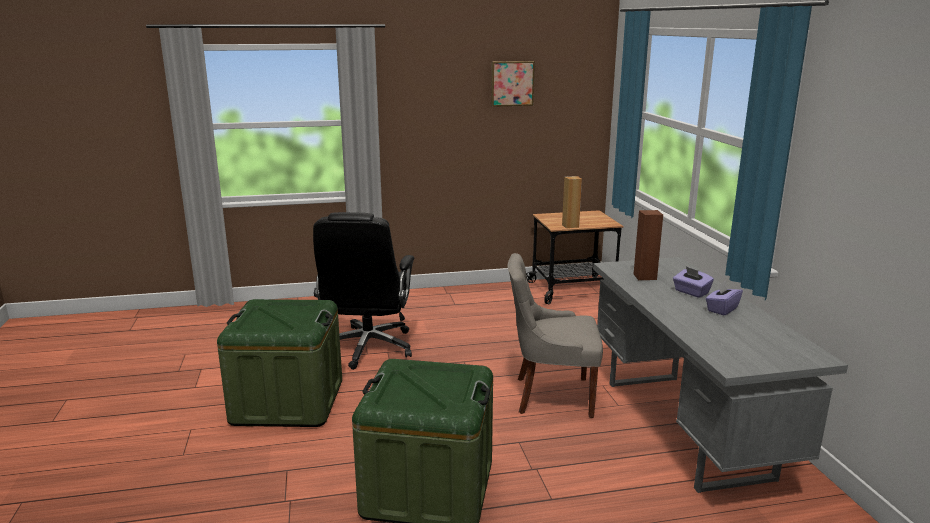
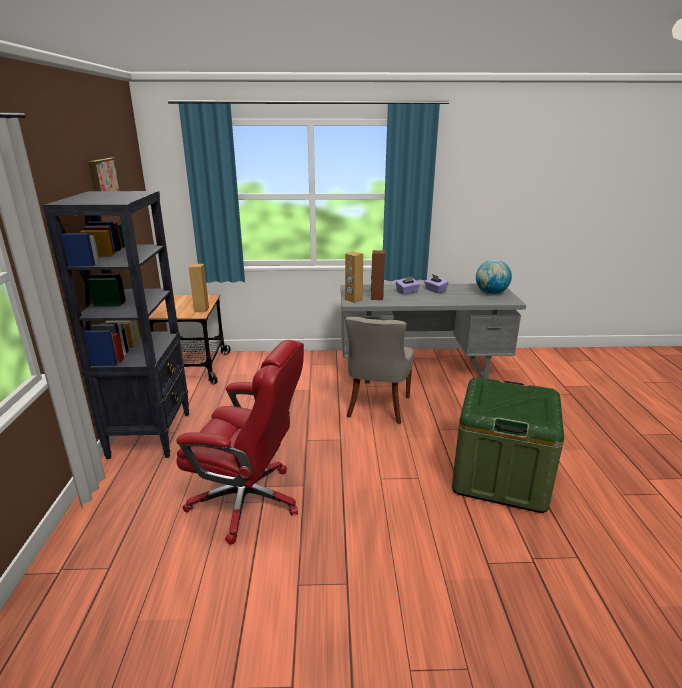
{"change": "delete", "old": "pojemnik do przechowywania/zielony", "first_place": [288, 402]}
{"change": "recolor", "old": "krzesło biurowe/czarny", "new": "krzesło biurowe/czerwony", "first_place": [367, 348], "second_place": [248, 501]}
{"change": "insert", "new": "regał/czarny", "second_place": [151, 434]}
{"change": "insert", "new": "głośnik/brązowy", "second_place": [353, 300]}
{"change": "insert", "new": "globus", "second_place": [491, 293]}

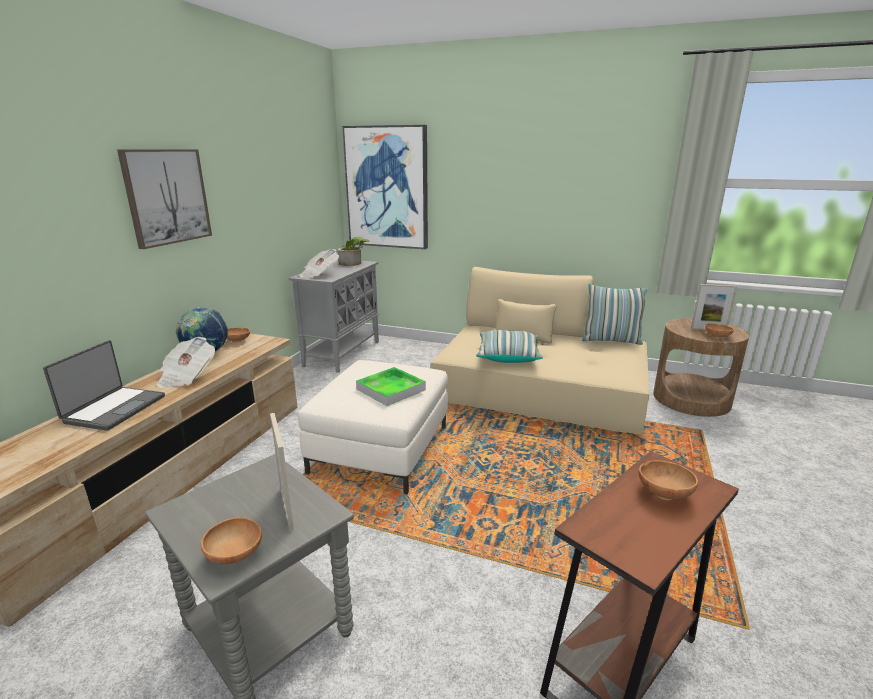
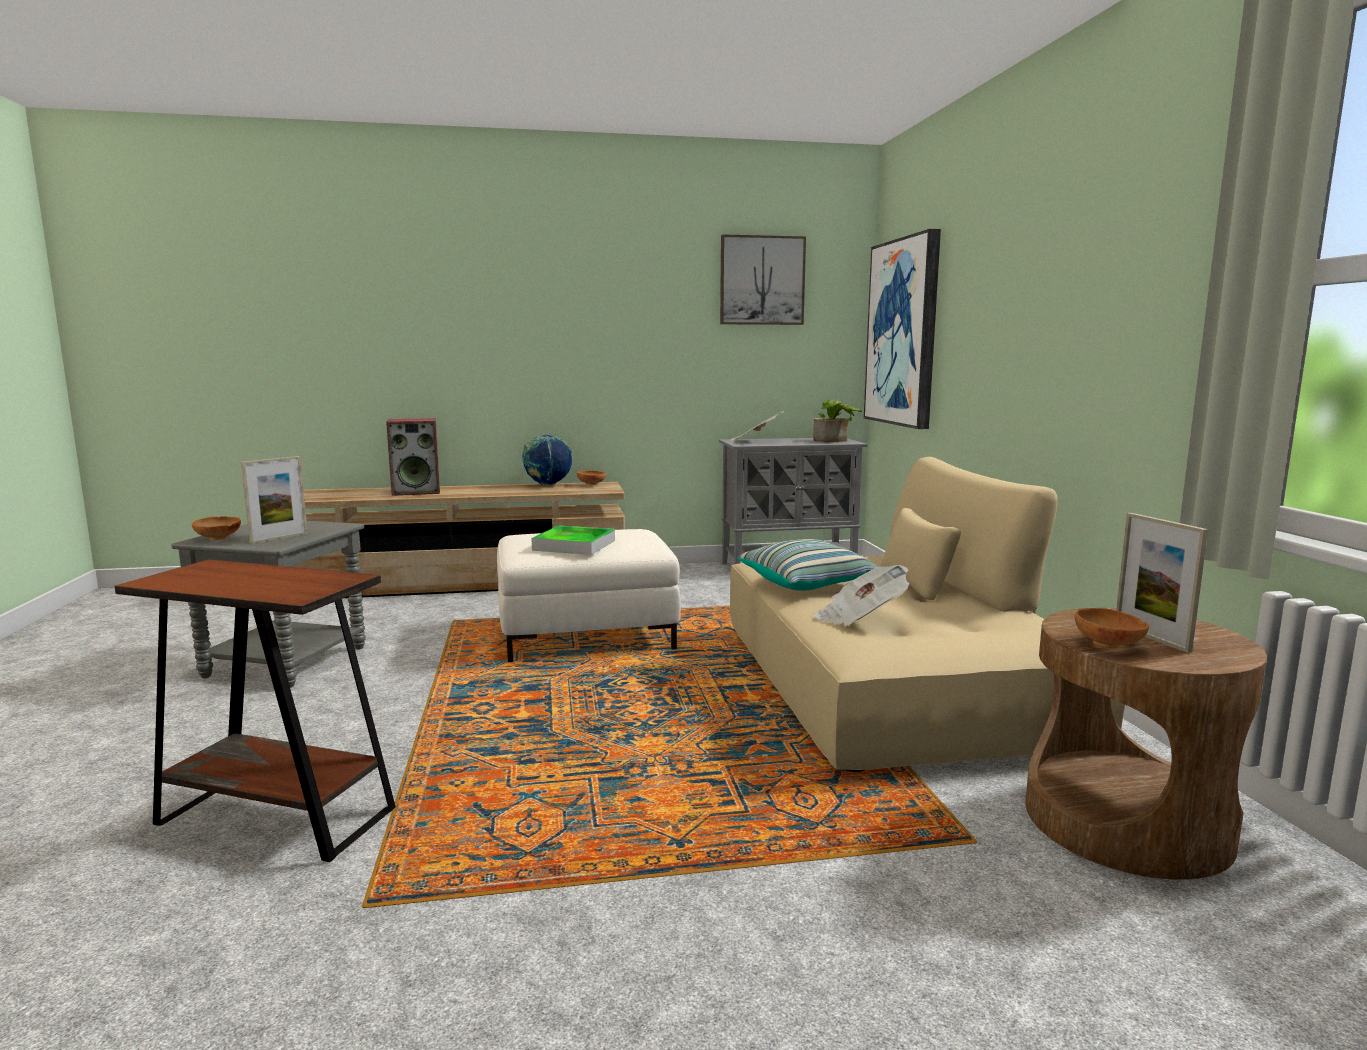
{"change": "replace", "old": "laptop", "new": "głośnik", "first_place": [114, 409], "second_place": [417, 491]}
{"change": "move", "old": "obraz", "first_place": [167, 196], "second_place": [762, 280]}
{"change": "move", "old": "gazeta", "first_place": [187, 377], "second_place": [860, 618]}
{"change": "delete", "old": "poduszka", "first_place": [611, 341]}
{"change": "delete", "old": "miska/brązowy", "first_place": [664, 493]}

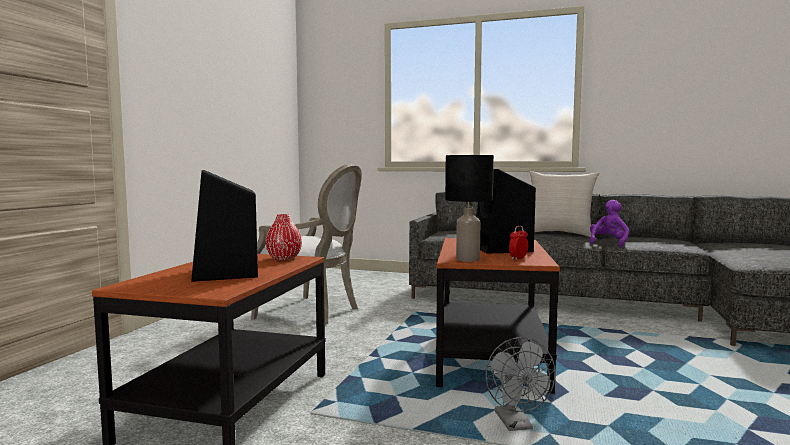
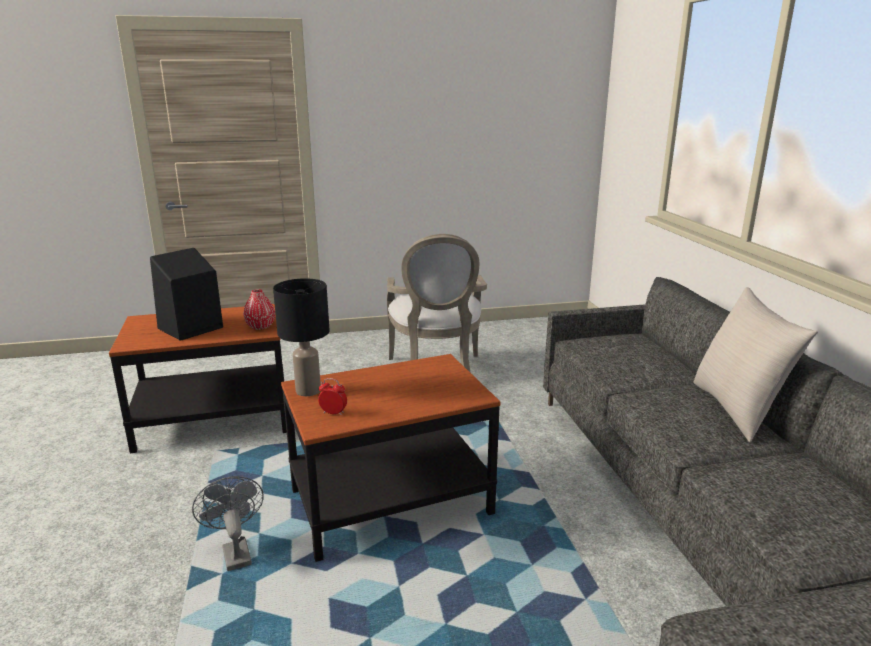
{"change": "delete", "old": "głośnik/czarny", "first_place": [503, 249]}
{"change": "rotate", "old": "wentylator/szary", "first_place": [516, 425], "second_place": [235, 552], "degrees": 105}
{"change": "delete", "old": "pluszak/fioletowy", "first_place": [608, 243]}

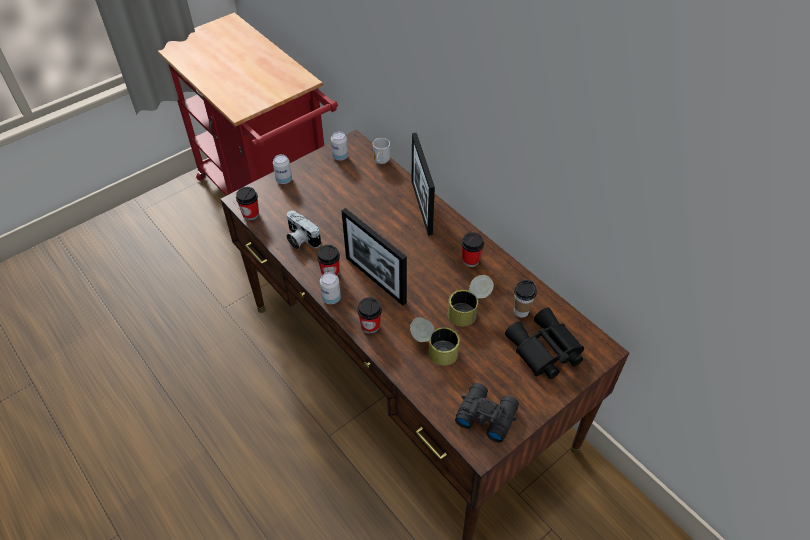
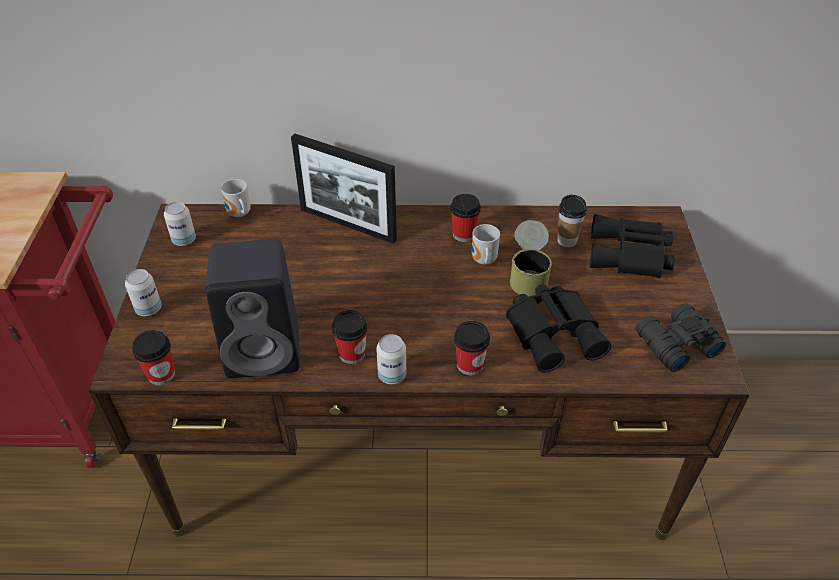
{"change": "replace", "old": "aparat fotograficzny", "new": "głośnik/czarny", "first_place": [300, 239], "second_place": [266, 350]}
{"change": "delete", "old": "ramka na zdjęcie", "first_place": [375, 280]}
{"change": "replace", "old": "puszka", "new": "lornetka/czarny", "first_place": [434, 350], "second_place": [555, 332]}
{"change": "insert", "new": "kubek", "second_place": [483, 261]}

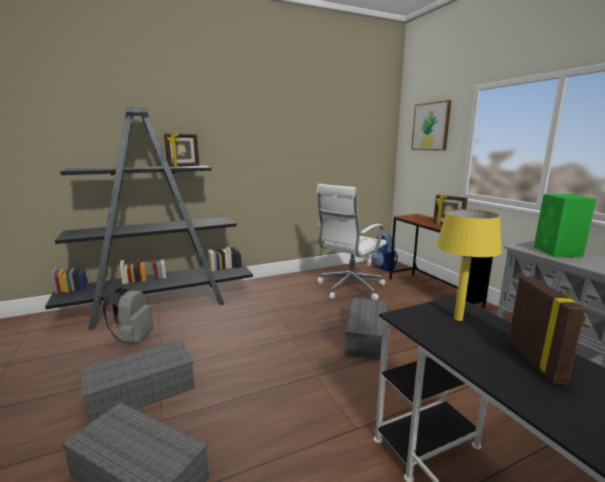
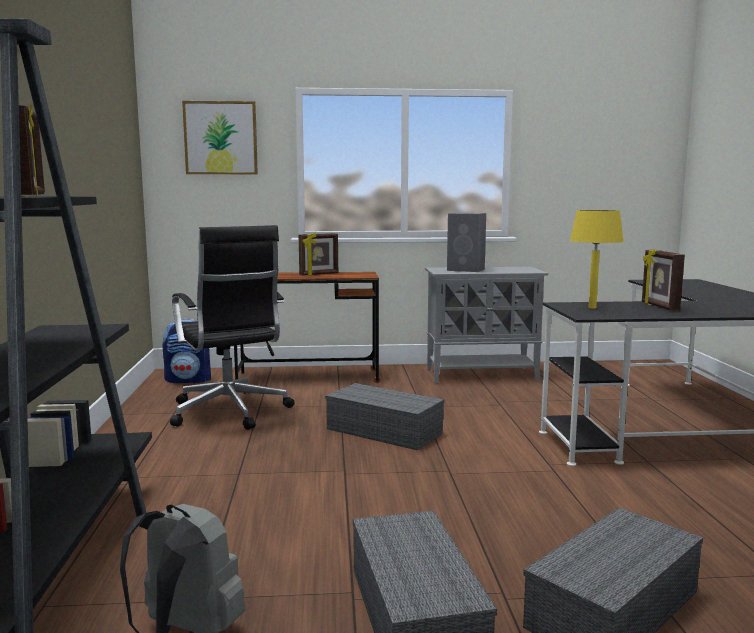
{"change": "recolor", "old": "krzesło biurowe/biały", "new": "krzesło biurowe/czarny", "first_place": [349, 288], "second_place": [230, 412]}
{"change": "rotate", "old": "ramka na zdjęcie", "first_place": [536, 360], "second_place": [659, 306], "degrees": -120}
{"change": "recolor", "old": "głośnik/zielony", "new": "głośnik/szary", "first_place": [558, 252], "second_place": [467, 269]}

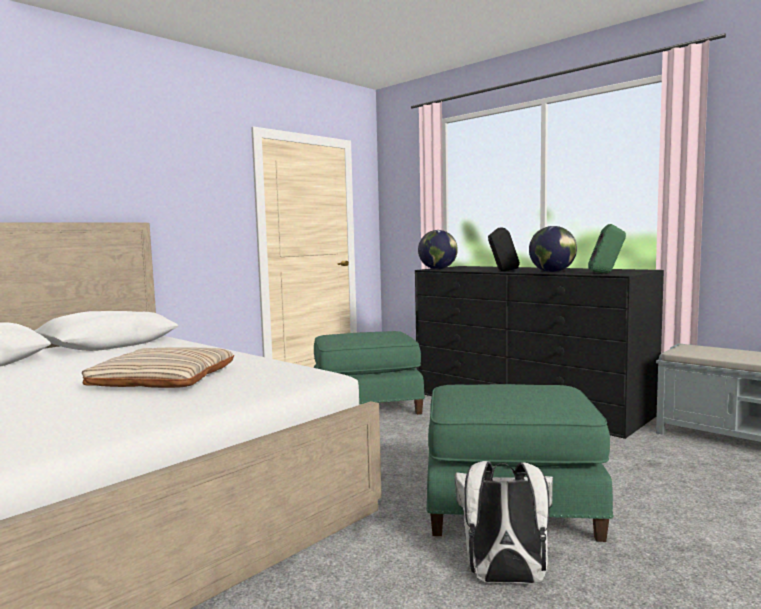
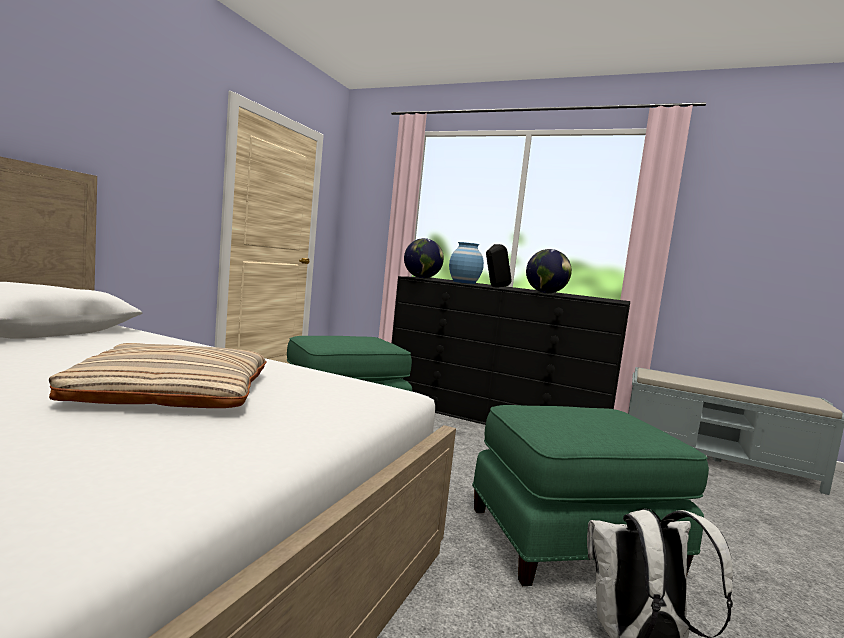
{"change": "delete", "old": "głośnik/zielony", "first_place": [606, 273]}
{"change": "insert", "new": "wazon/niebieski", "second_place": [463, 282]}

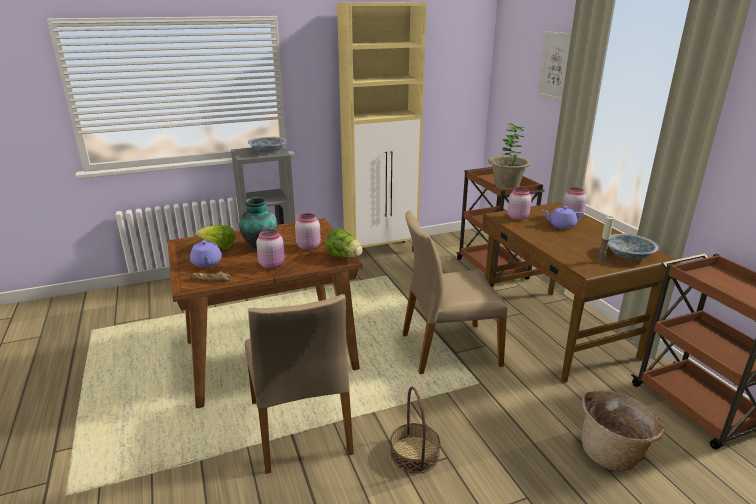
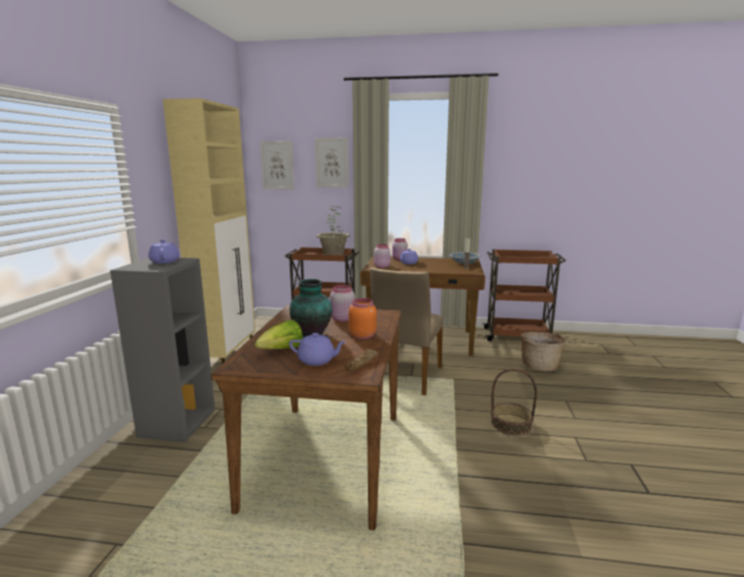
{"change": "delete", "old": "krzesło/beżowy", "first_place": [302, 427]}
{"change": "replace", "old": "miska", "new": "imbryk/fioletowy", "first_place": [268, 151], "second_place": [165, 261]}
{"change": "recolor", "old": "słoik/różowy", "new": "słoik/pomarańczowy", "first_place": [272, 265], "second_place": [362, 336]}
{"change": "delete", "old": "sałata", "first_place": [344, 257]}
{"change": "insert", "new": "obraz", "second_place": [277, 165]}

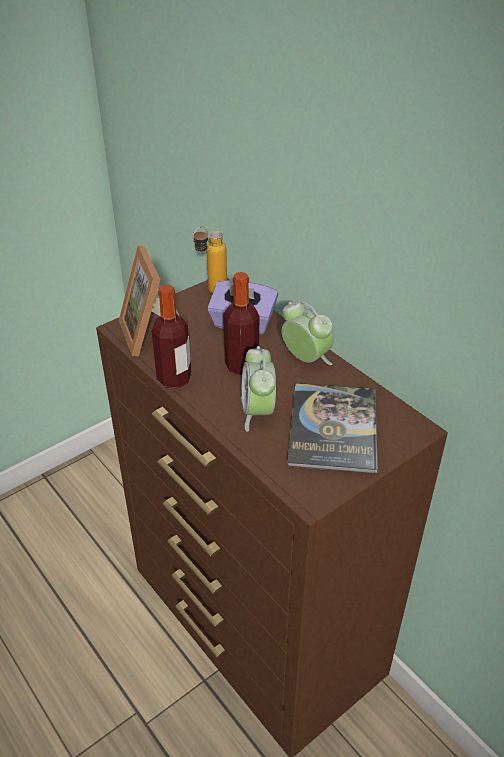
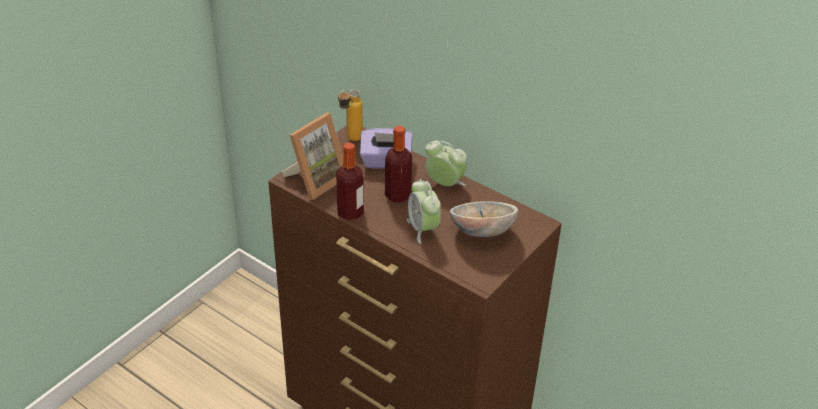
{"change": "rotate", "old": "ramka na zdjęcie", "first_place": [150, 333], "second_place": [315, 180], "degrees": -105}
{"change": "replace", "old": "książka", "new": "miska", "first_place": [333, 428], "second_place": [481, 232]}

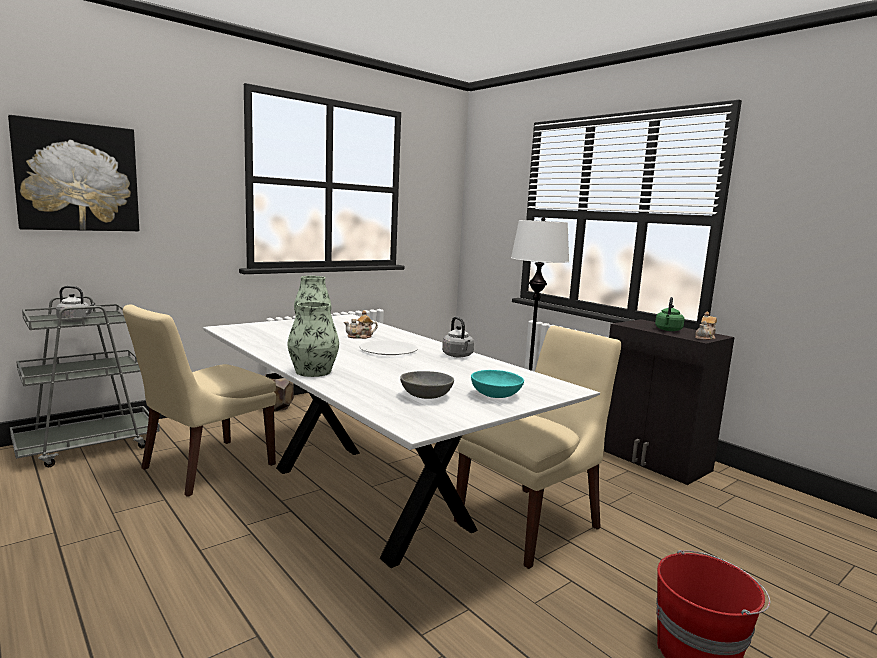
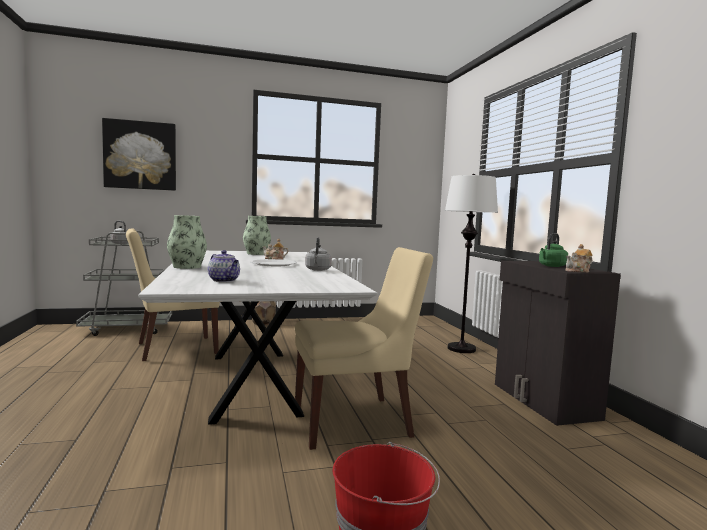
{"change": "replace", "old": "miska/szary", "new": "imbryk", "first_place": [426, 396], "second_place": [224, 280]}
{"change": "delete", "old": "miska/turkusowy", "first_place": [496, 396]}

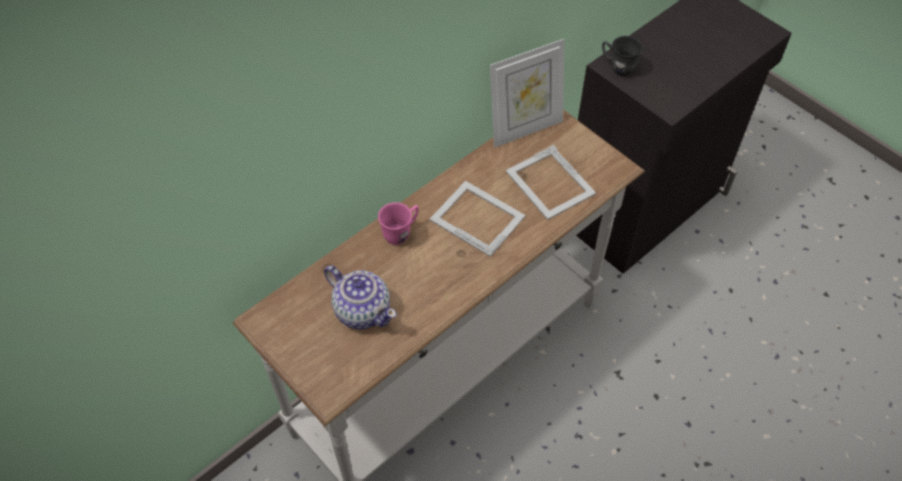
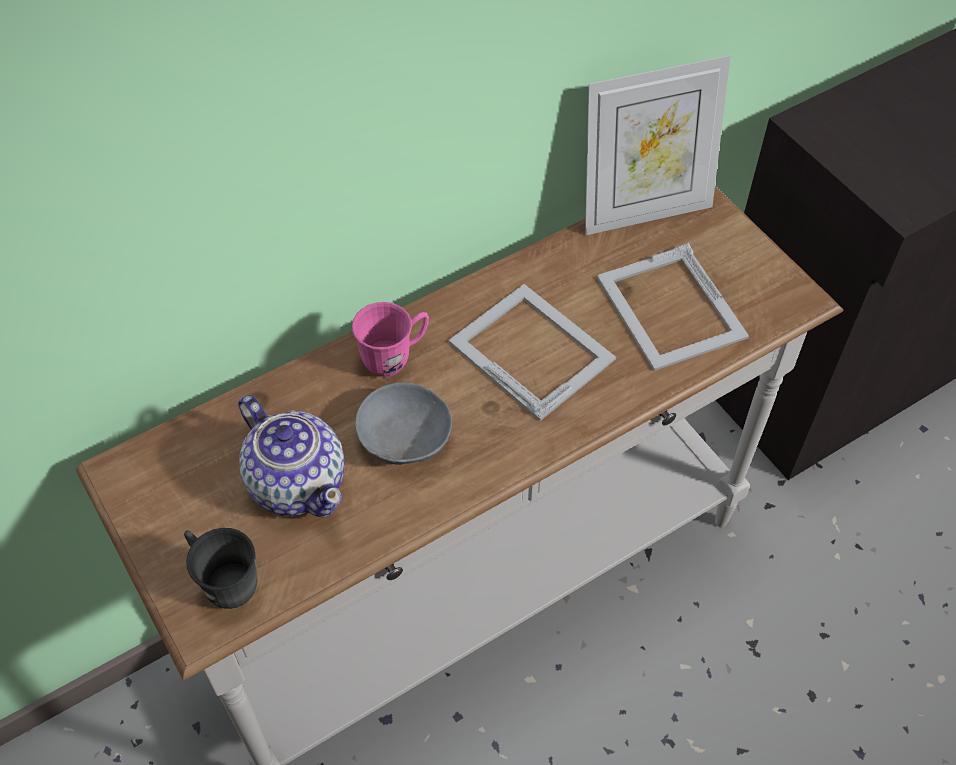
{"change": "move", "old": "kubek/szary", "first_place": [617, 67], "second_place": [224, 582]}
{"change": "insert", "new": "miska/szary", "second_place": [407, 436]}

